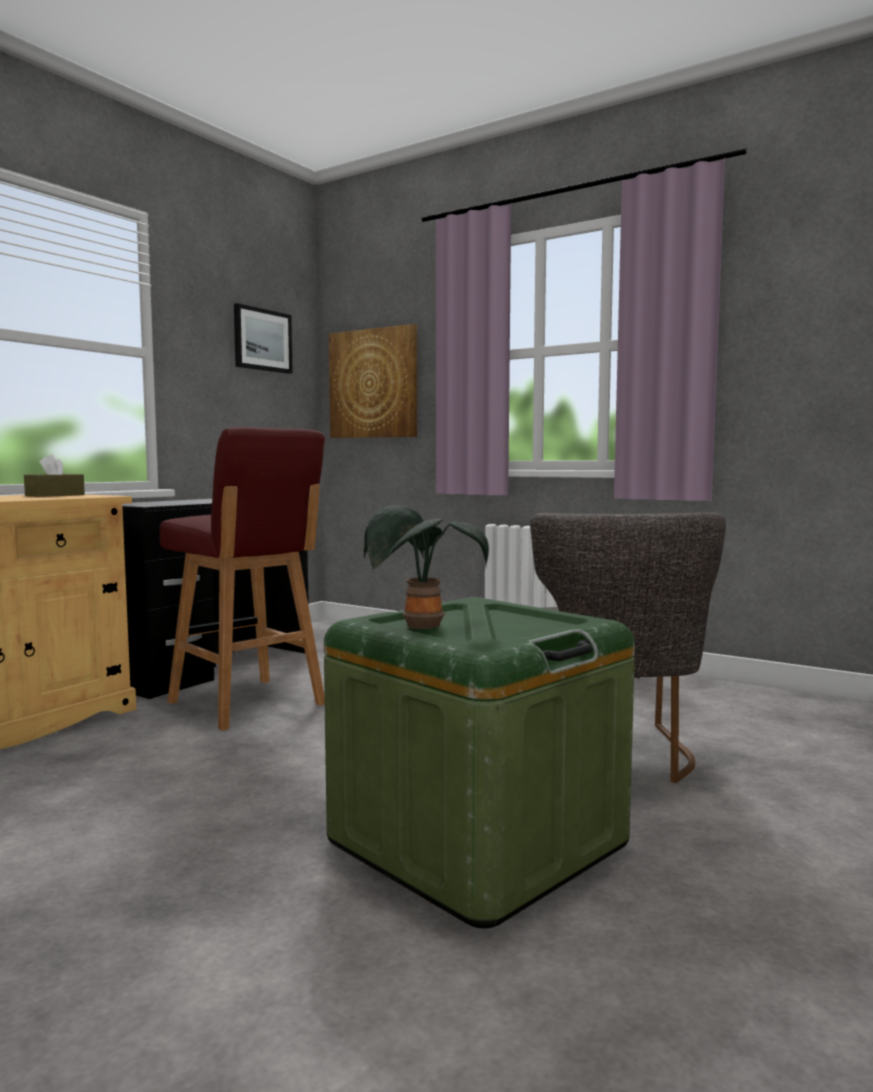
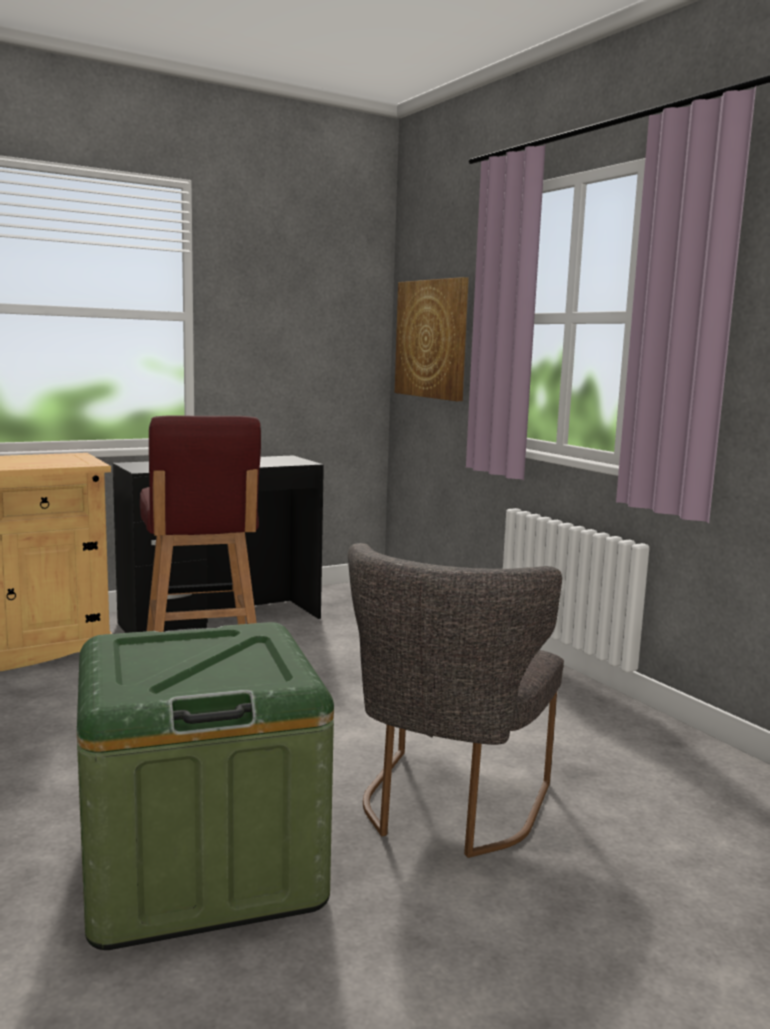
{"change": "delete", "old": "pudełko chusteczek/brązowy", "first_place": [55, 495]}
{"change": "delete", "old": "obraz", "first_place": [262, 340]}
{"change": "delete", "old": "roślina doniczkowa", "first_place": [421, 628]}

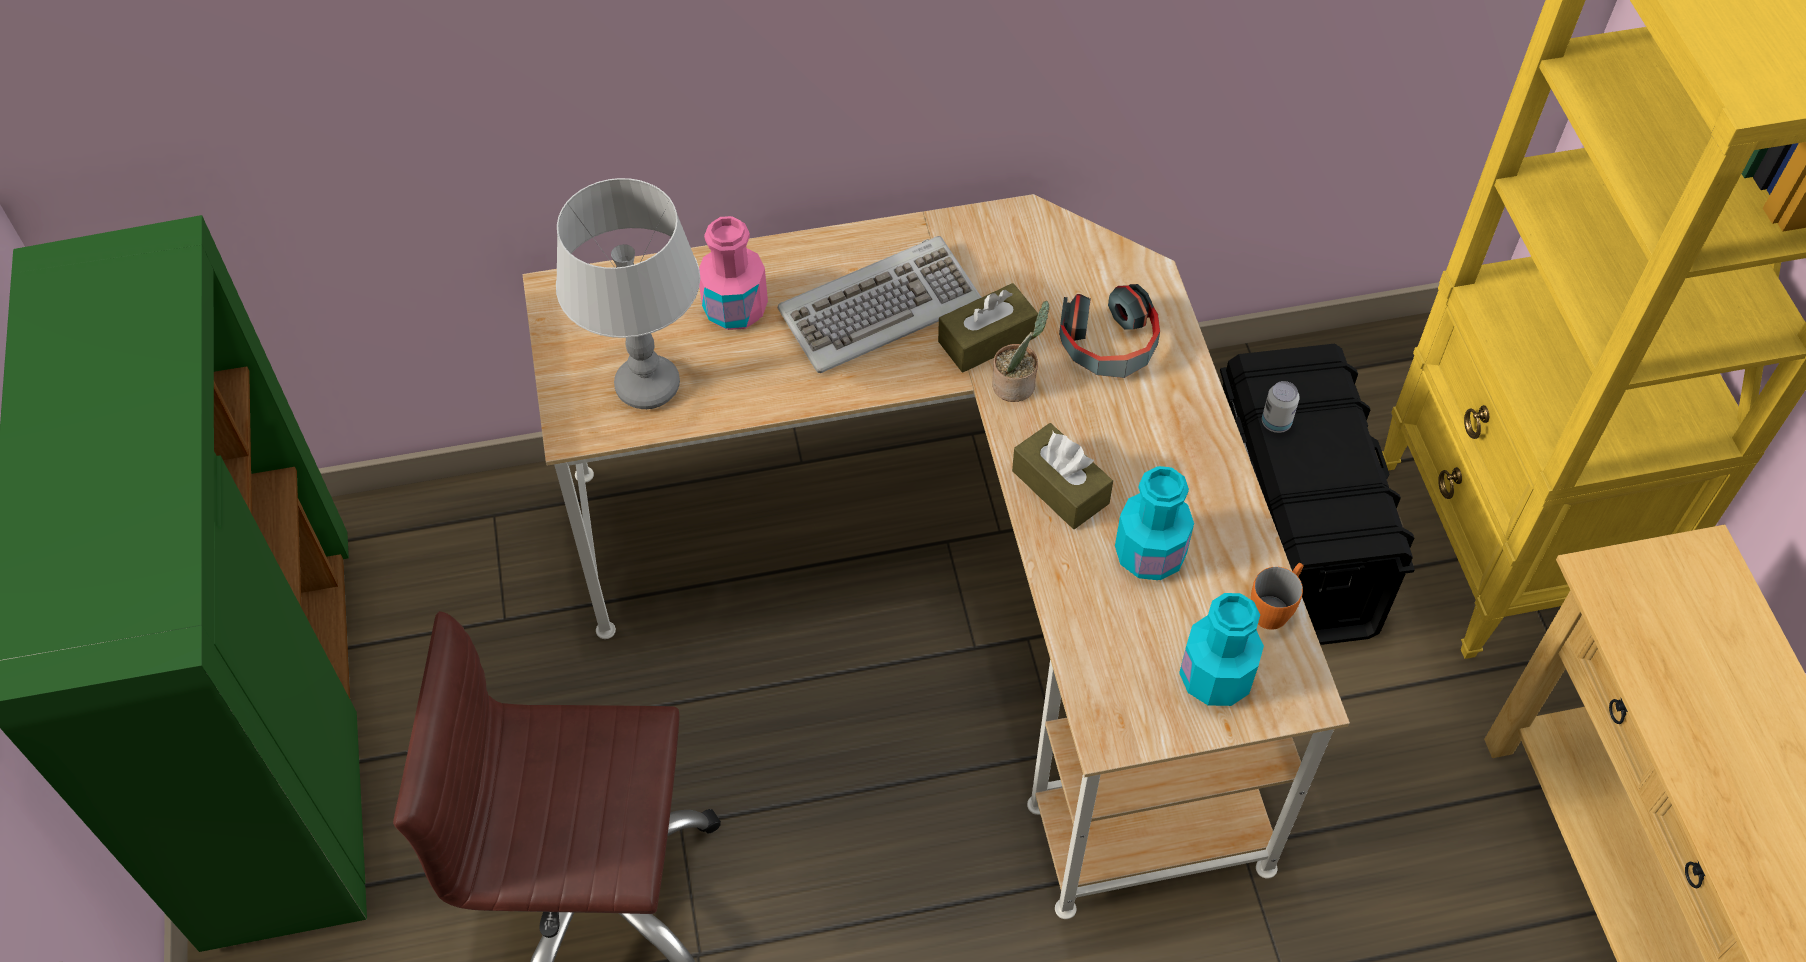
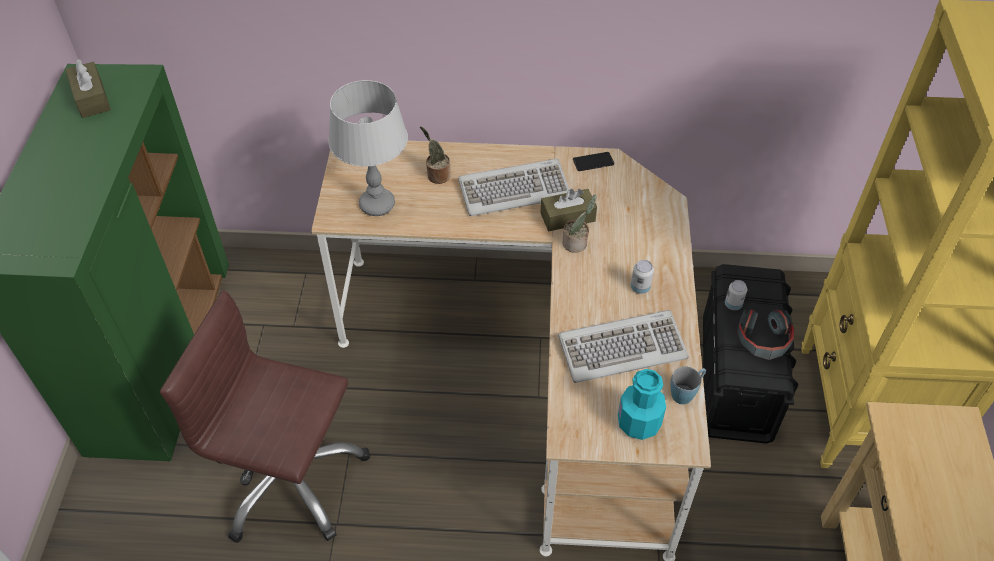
{"change": "replace", "old": "butelka/różowy", "new": "roślina doniczkowa", "first_place": [735, 308], "second_place": [437, 175]}
{"change": "move", "old": "pudełko chusteczek/brązowy", "first_place": [1060, 487], "second_place": [91, 98]}
{"change": "move", "old": "słuchawki", "first_place": [1108, 345], "second_place": [763, 340]}
{"change": "replace", "old": "butelka/turkusowy", "new": "klawiatura", "first_place": [1149, 554], "second_place": [622, 348]}
{"change": "recolor", "old": "kubek/pomarańczowy", "new": "kubek/niebieski", "first_place": [1275, 607], "second_place": [686, 392]}
{"change": "insert", "new": "telefon", "second_place": [593, 162]}
{"change": "insert", "new": "puszka", "second_place": [640, 288]}

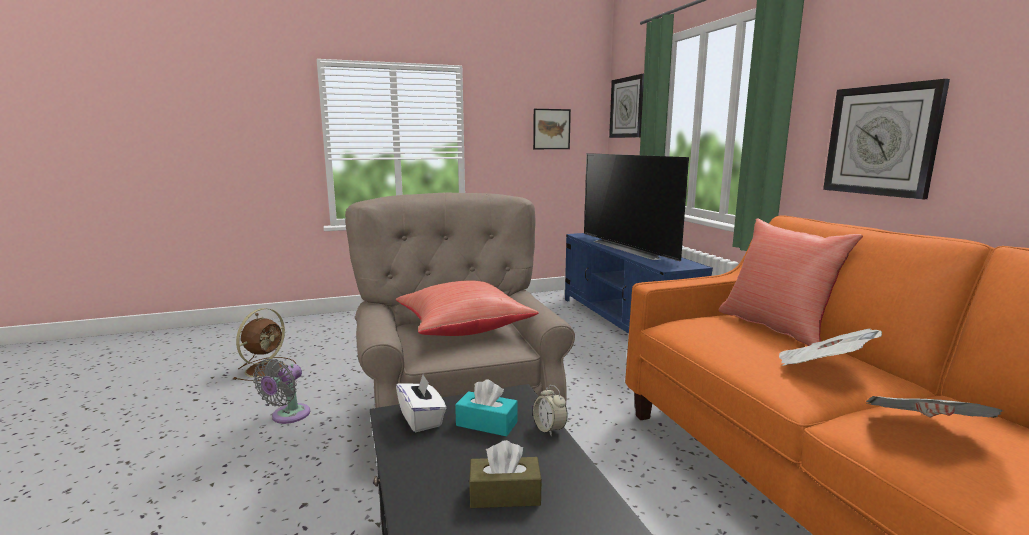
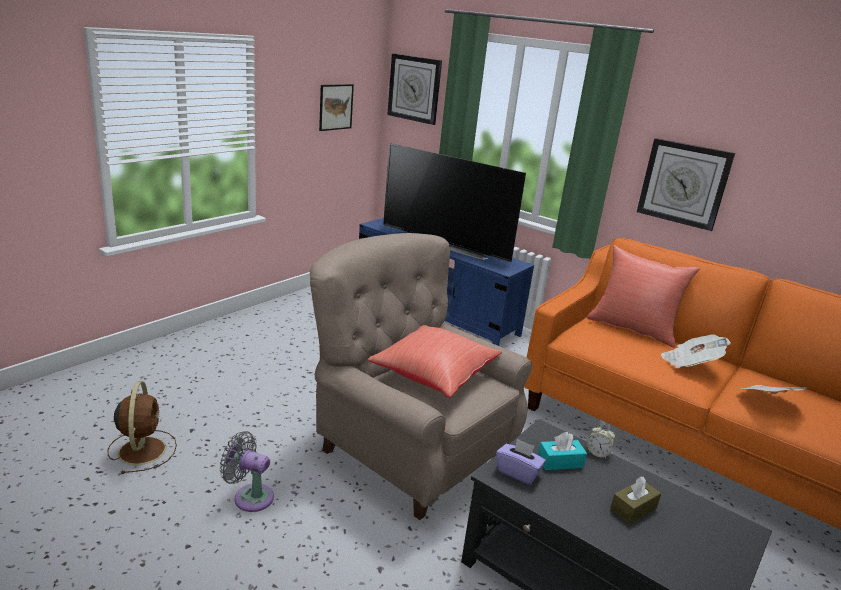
{"change": "rotate", "old": "wentylator/szary", "first_place": [287, 416], "second_place": [250, 496], "degrees": 120}
{"change": "recolor", "old": "pudełko chusteczek/biały", "new": "pudełko chusteczek/fioletowy", "first_place": [421, 419], "second_place": [518, 472]}

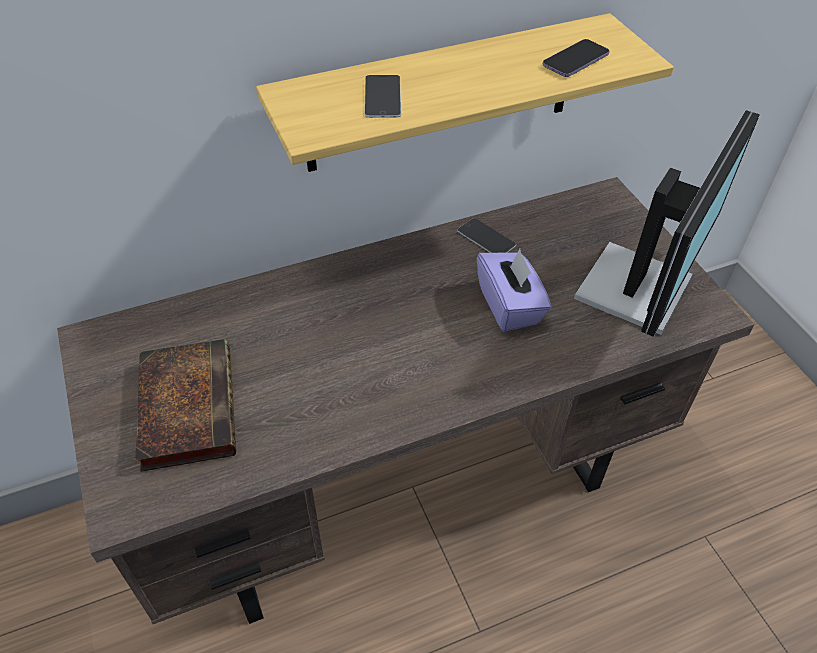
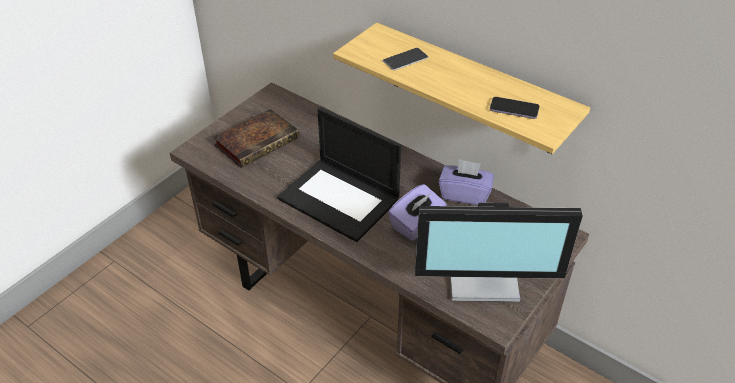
{"change": "replace", "old": "telefon", "new": "pudełko chusteczek/fioletowy", "first_place": [486, 238], "second_place": [464, 194]}
{"change": "insert", "new": "laptop", "second_place": [340, 199]}

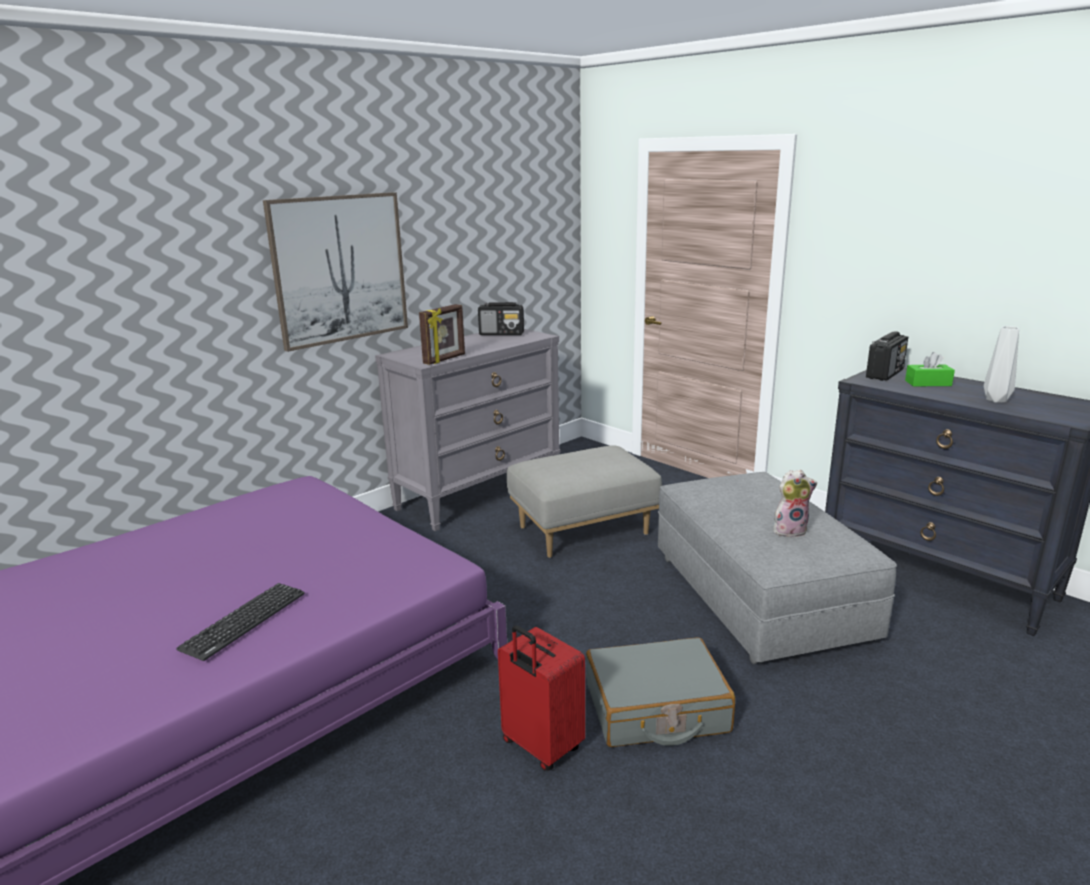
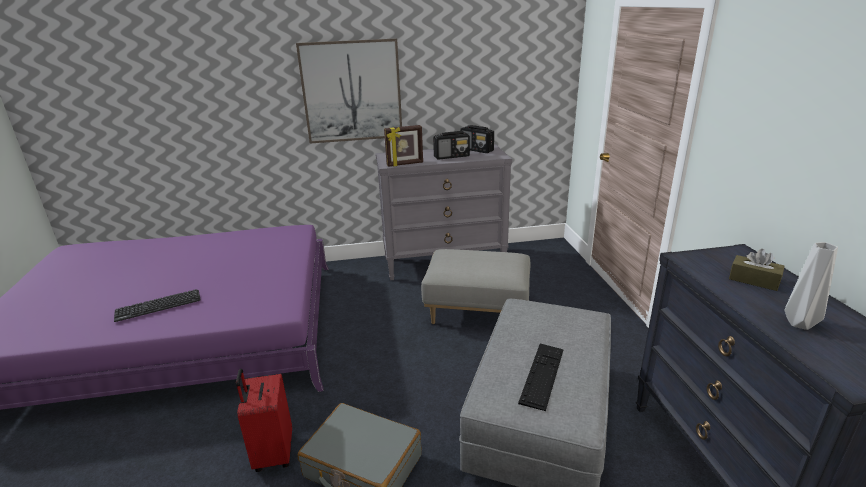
{"change": "replace", "old": "pluszak", "new": "klawiatura", "first_place": [790, 530], "second_place": [542, 375]}
{"change": "move", "old": "radio", "first_place": [885, 373], "second_place": [452, 156]}
{"change": "recolor", "old": "pudełko chusteczek/zielony", "new": "pudełko chusteczek/brązowy", "first_place": [928, 383], "second_place": [754, 280]}

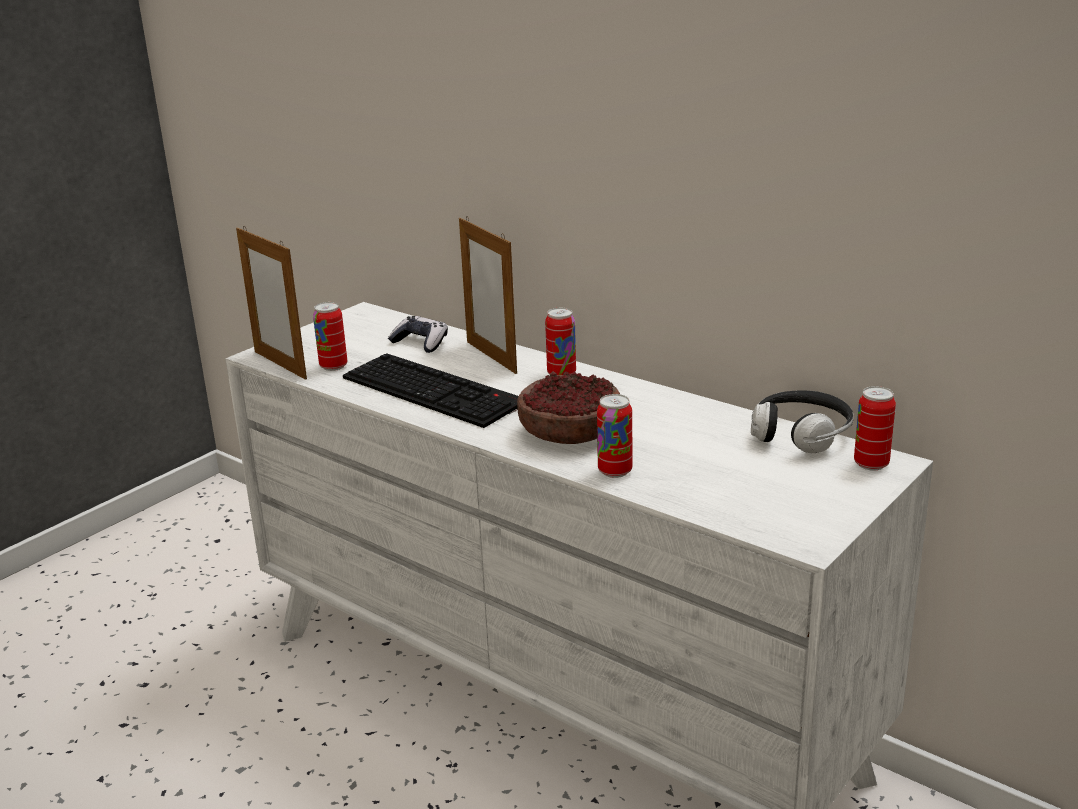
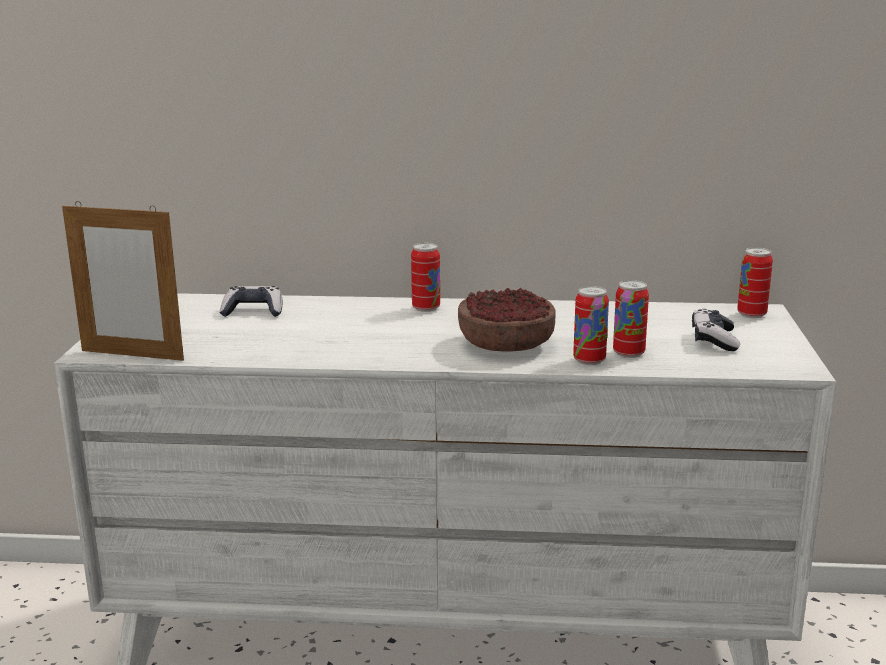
{"change": "move", "old": "puszka", "first_place": [333, 366], "second_place": [628, 353]}
{"change": "delete", "old": "klawiatura", "first_place": [436, 390]}
{"change": "delete", "old": "ramka na zdjęcie", "first_place": [491, 357]}
{"change": "delete", "old": "słuchawki", "first_place": [801, 435]}
{"change": "insert", "new": "pad do gier", "second_place": [714, 340]}

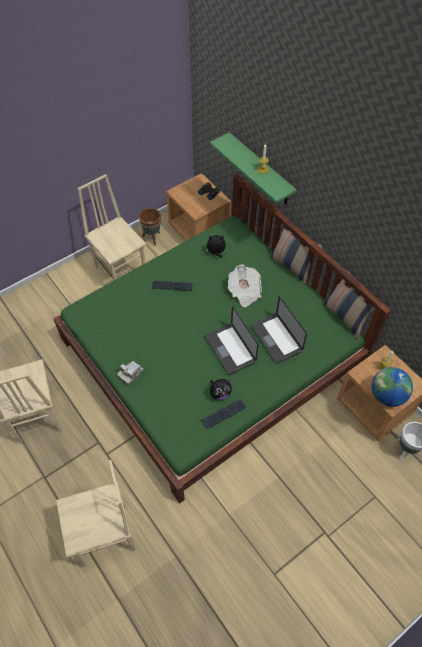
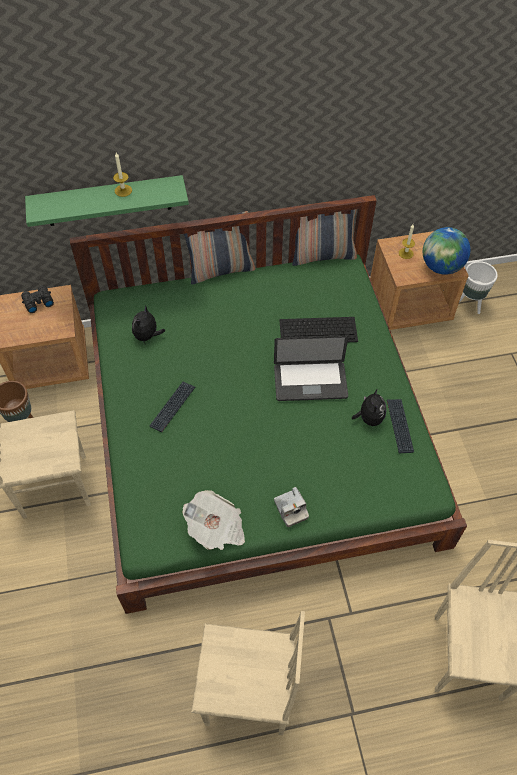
{"change": "move", "old": "gazeta", "first_place": [244, 292], "second_place": [216, 528]}
{"change": "replace", "old": "laptop", "new": "klawiatura", "first_place": [276, 339], "second_place": [319, 330]}

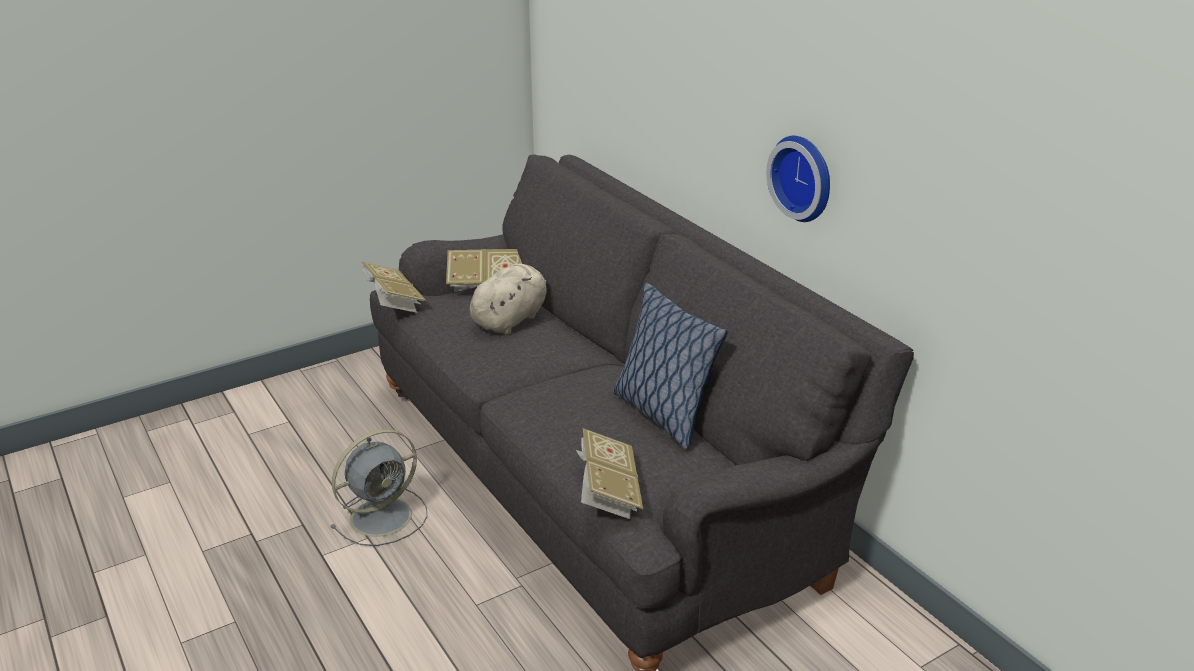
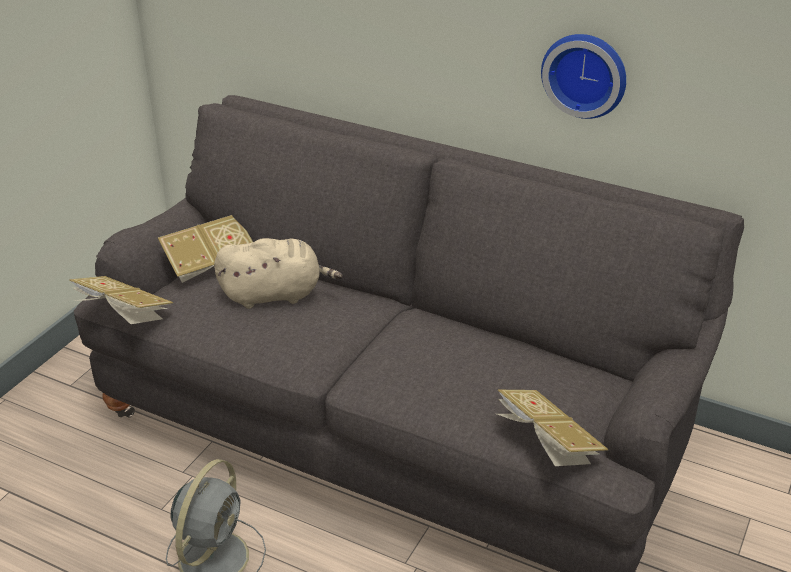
{"change": "rotate", "old": "pluszak/beżowy", "first_place": [511, 319], "second_place": [275, 295], "degrees": 75}
{"change": "delete", "old": "poduszka", "first_place": [662, 414]}

